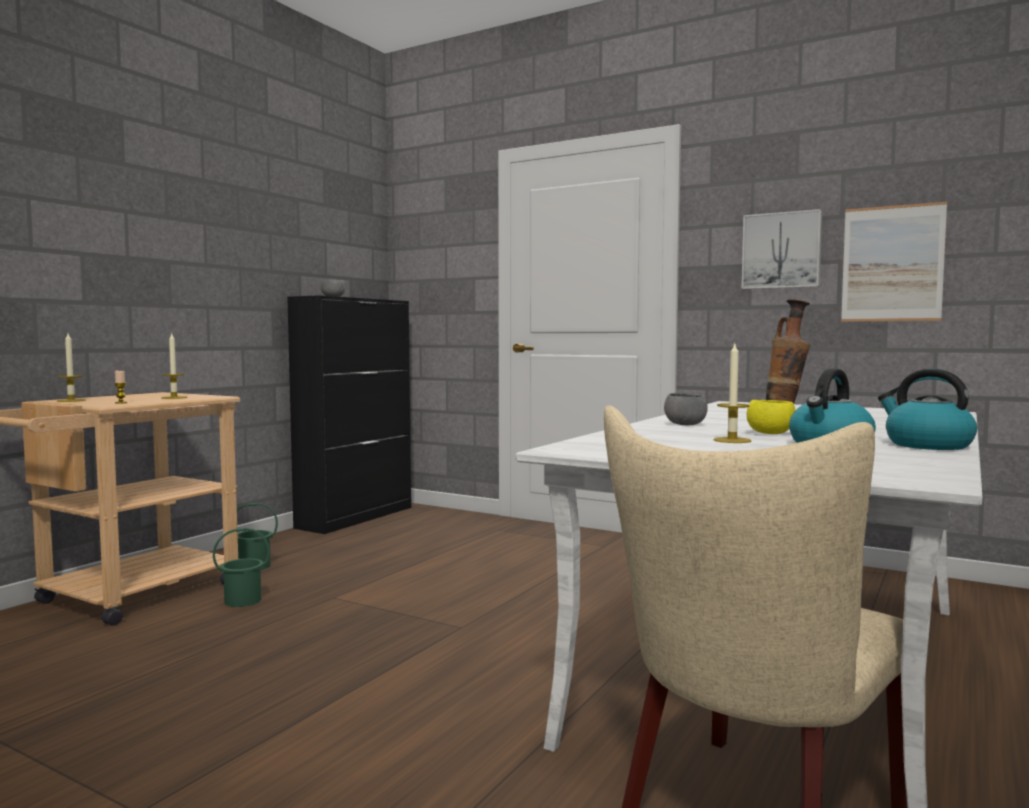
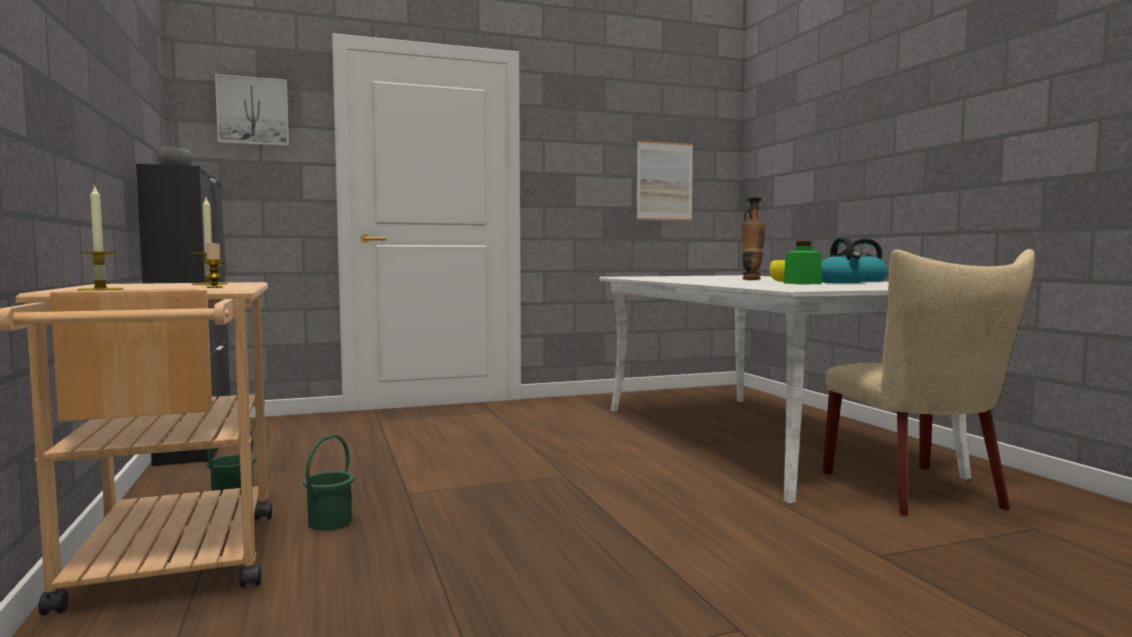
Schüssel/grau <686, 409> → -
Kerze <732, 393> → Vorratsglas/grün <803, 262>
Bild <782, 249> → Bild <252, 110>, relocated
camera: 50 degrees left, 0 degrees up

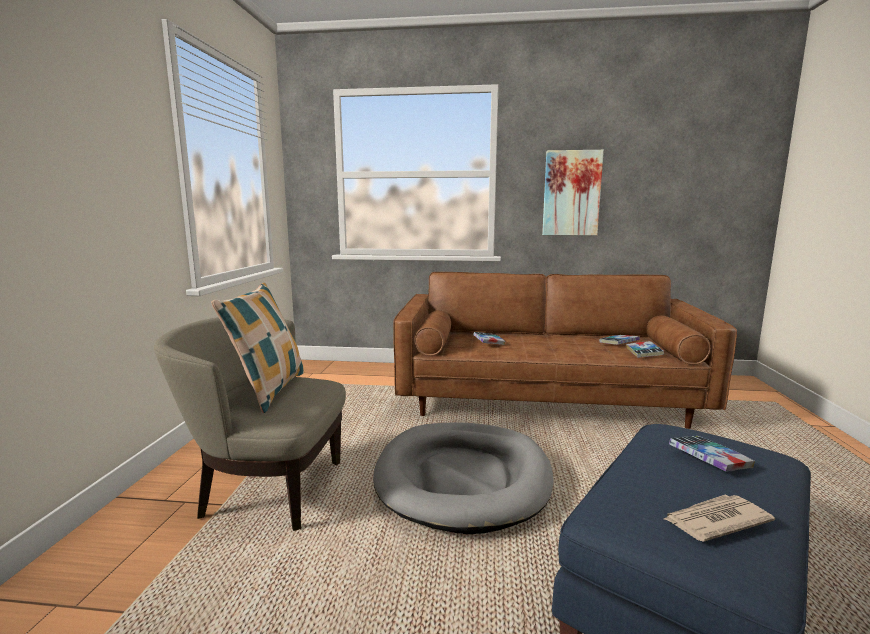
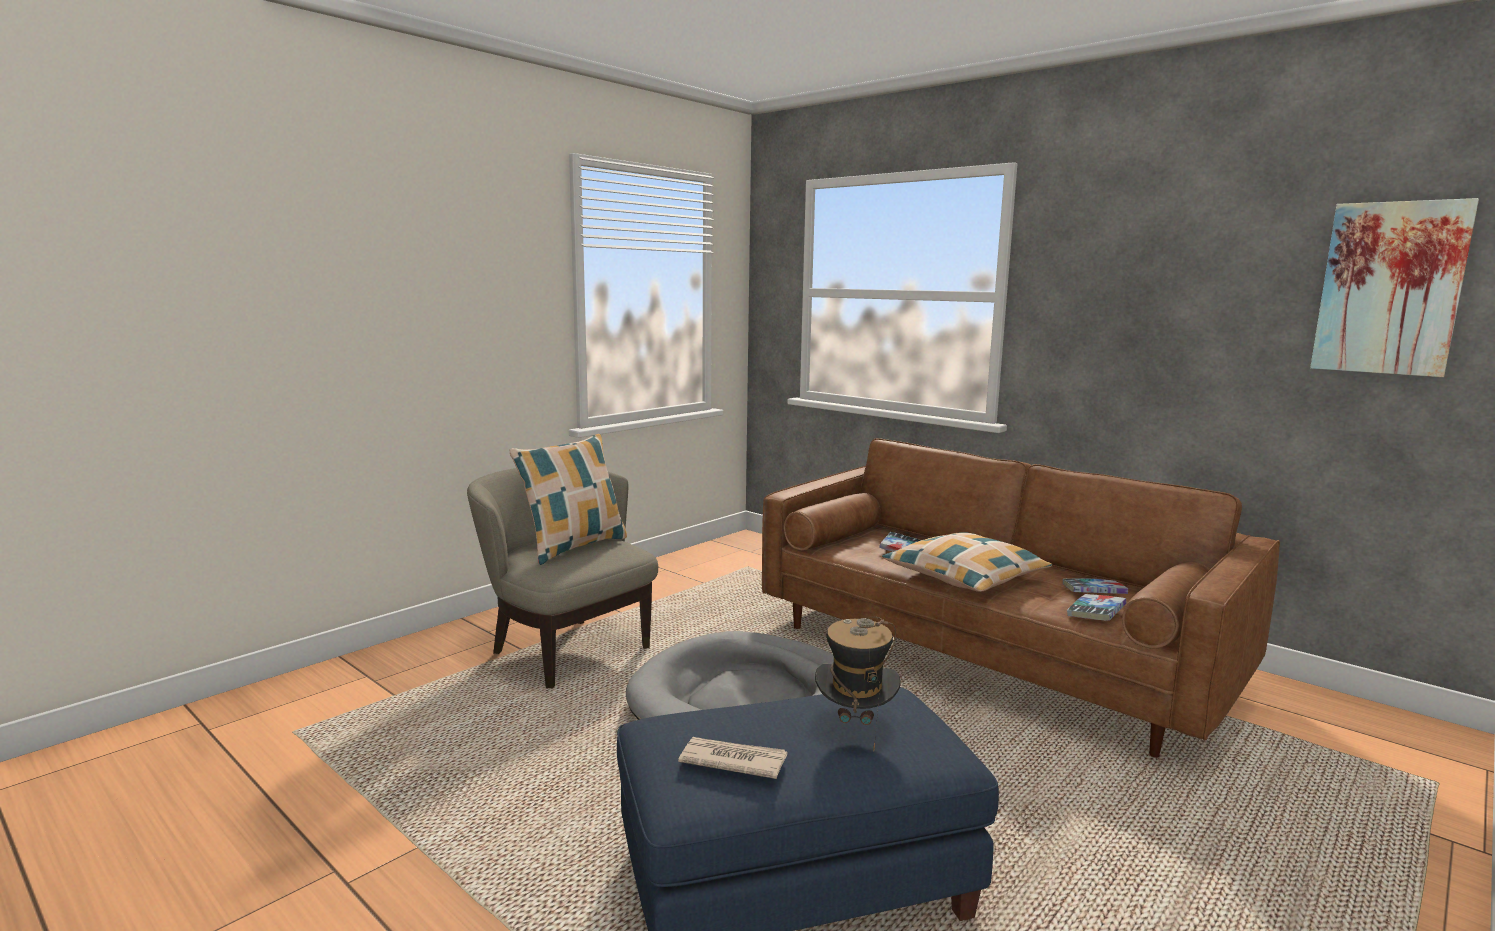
Bild <573, 192> → Bild <1394, 287>, relocated
Buch <712, 454> → Hut <857, 684>
- → Kissen <967, 562>
camera: 35 degrees right, 0 degrees up

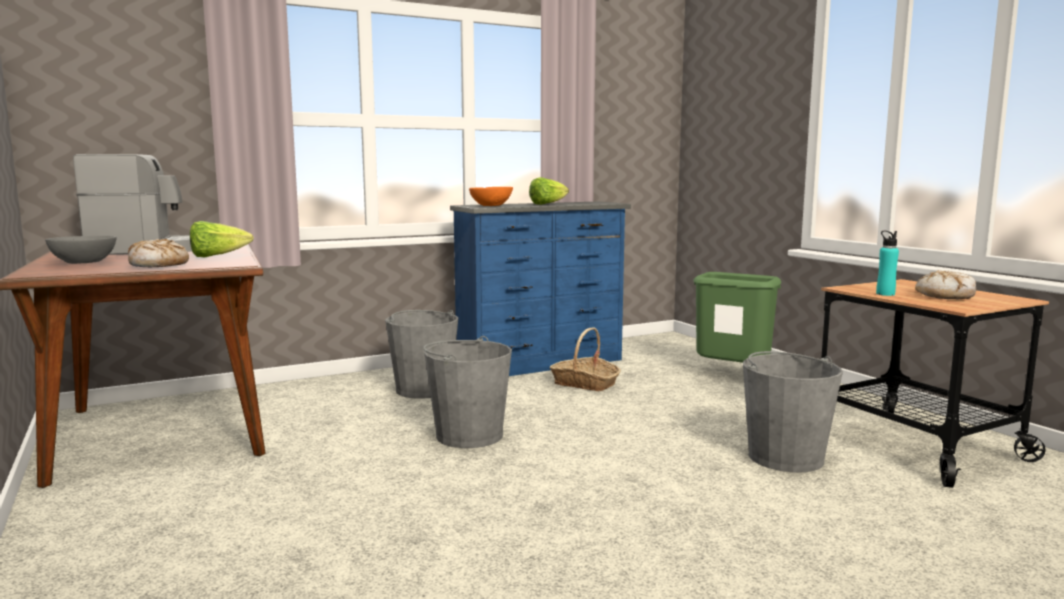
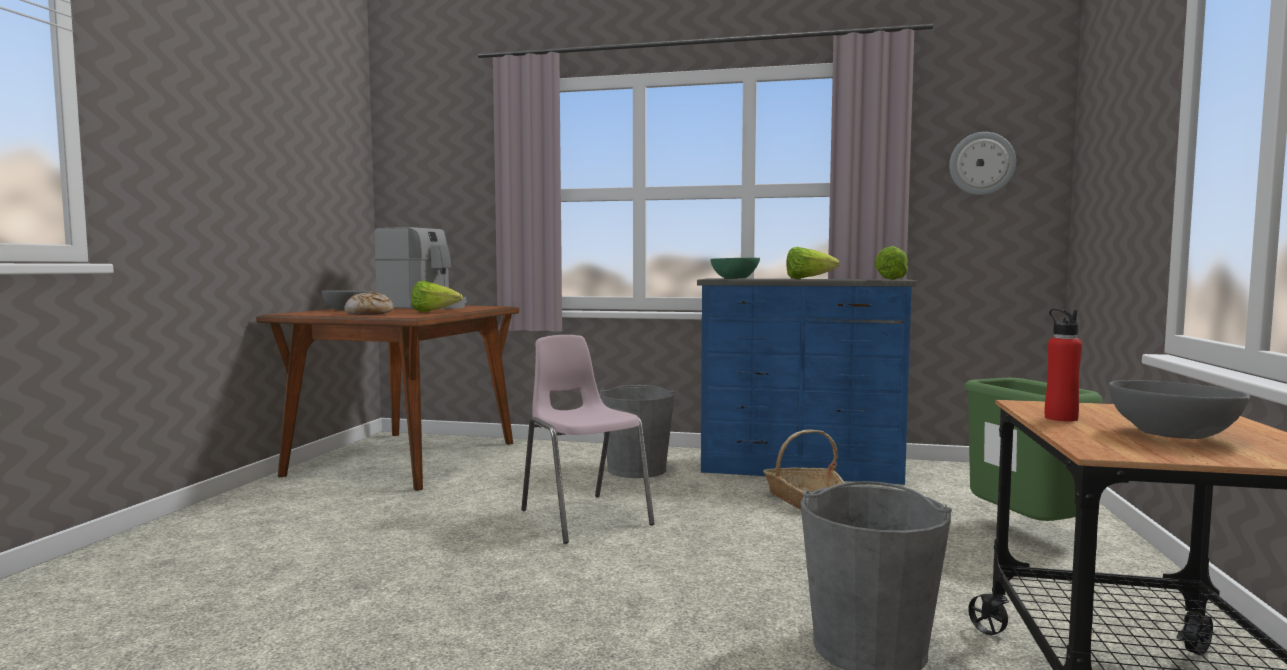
Eimer/grau <467, 392> → Stuhl/rosa <588, 439>
Schüssel/orange <491, 196> → Schüssel/grün <735, 268>
Flasche/türkis <887, 263> → Flasche/rot <1063, 365>
Brot <945, 284> → Schüssel/grau <1179, 409>
- → Salatkopf <891, 263>
- → Wanduhr <982, 163>
camera: 40 degrees right, 5 degrees down

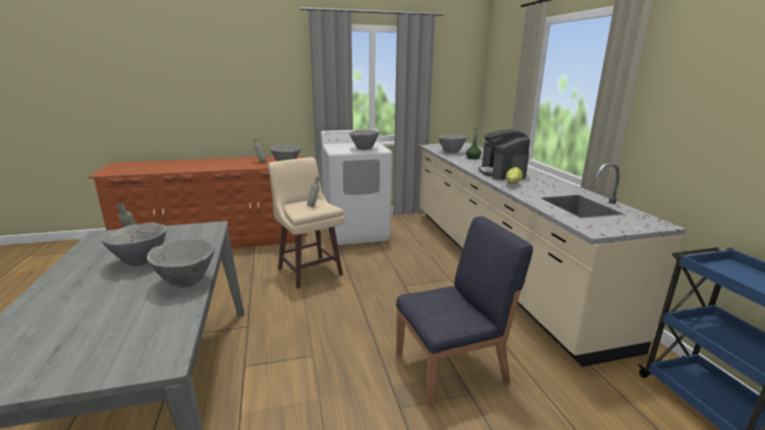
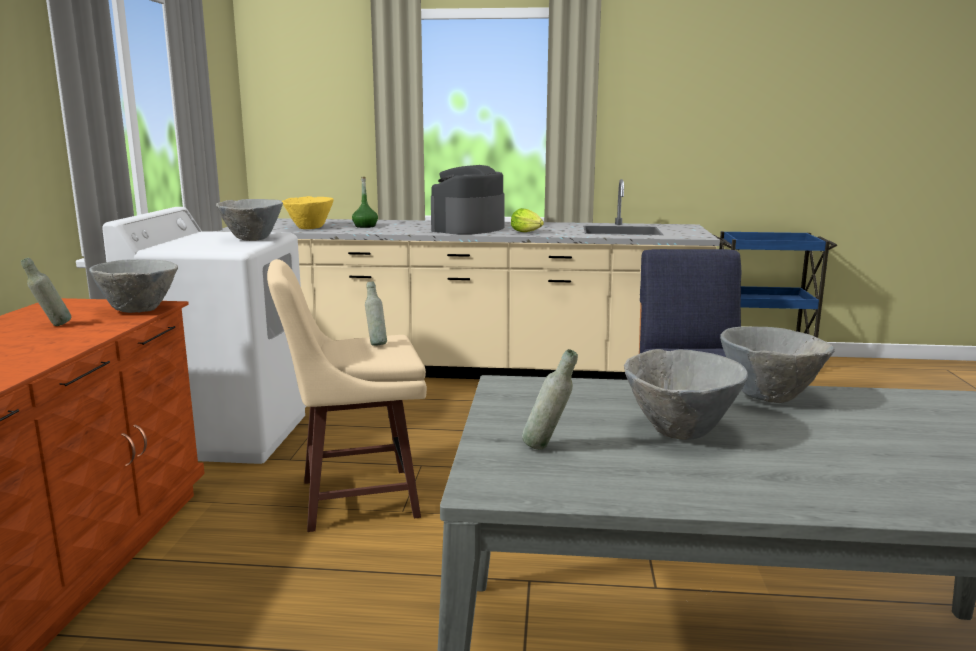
Schüssel/grau <452, 143> → Schüssel/gelb <308, 212>
Kaffeemaschine <504, 154> → Kaffeemaschine <468, 200>, 105 degrees clockwise
camera: 70 degrees left, 5 degrees down

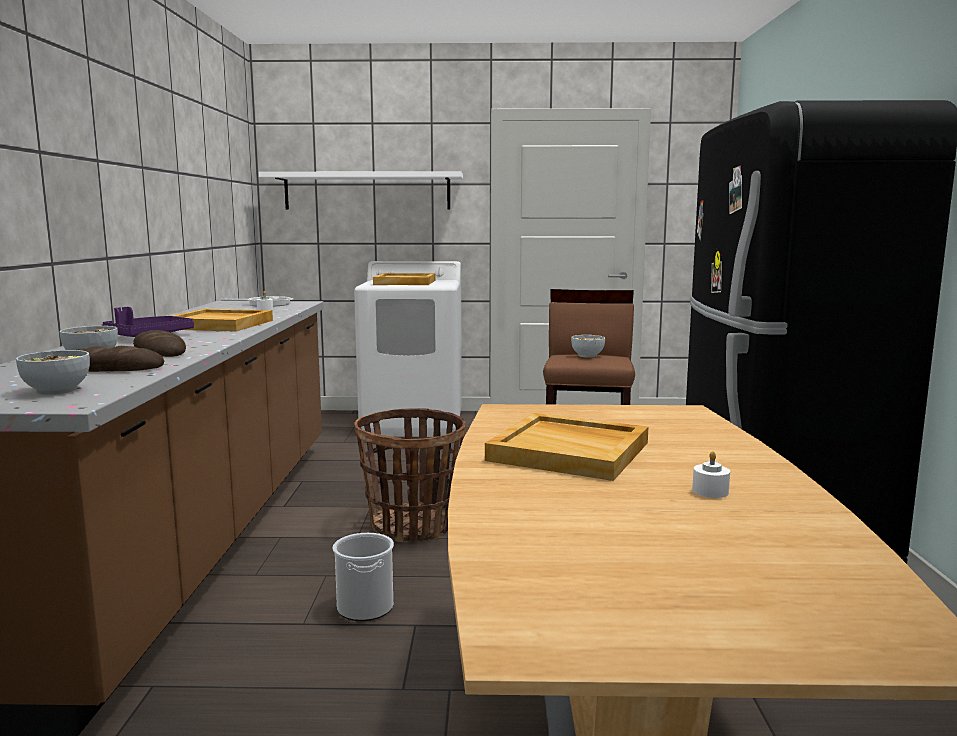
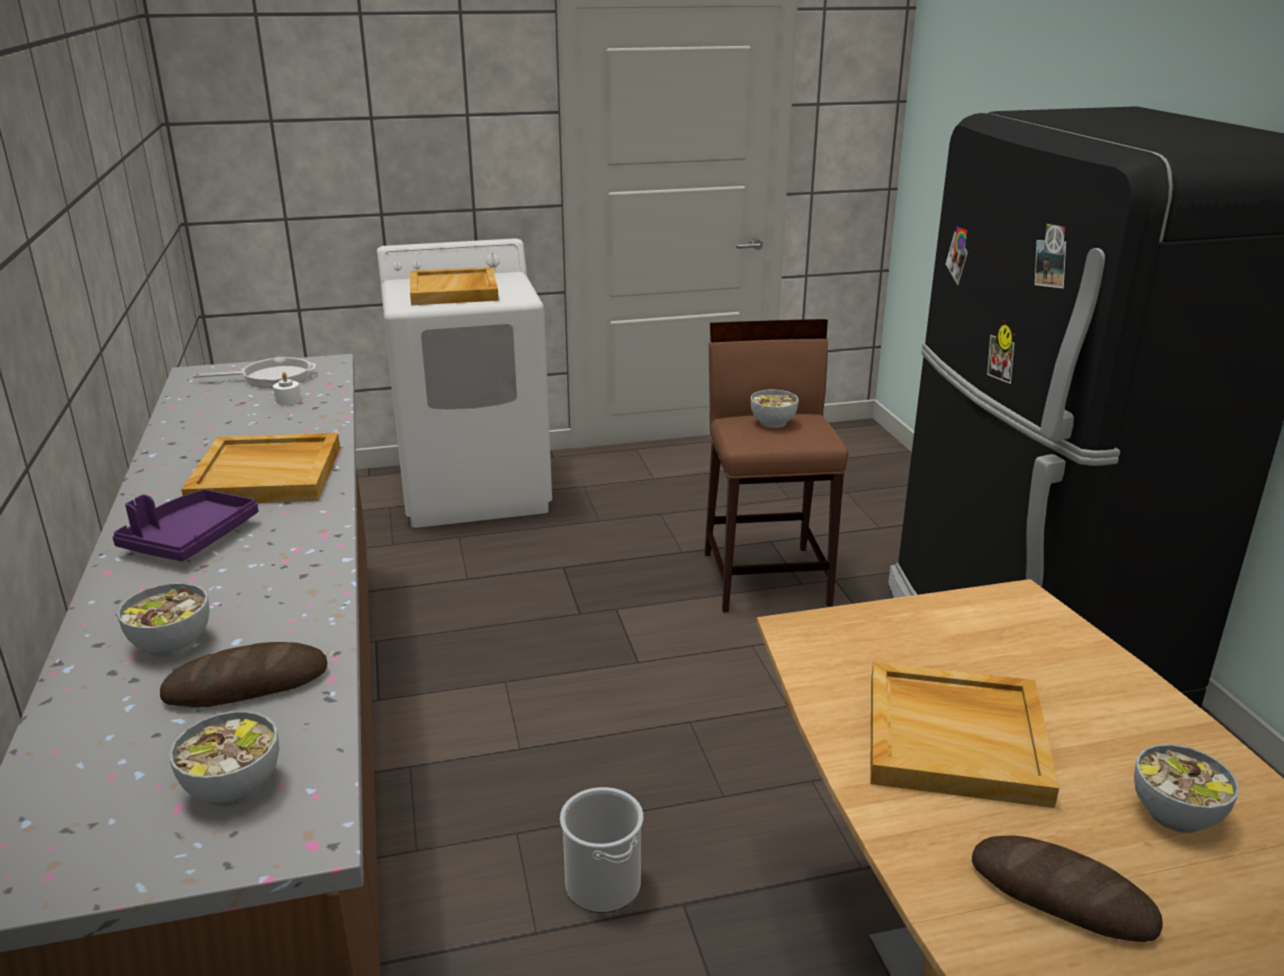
Brot <159, 343> → Brot <1067, 889>, relocated
Wandregal/weiß <361, 190> → -
Korb <410, 475> → -
Kerze/weiß <711, 474> → Schüssel <1186, 788>
camera: 15 degrees left, 15 degrees up

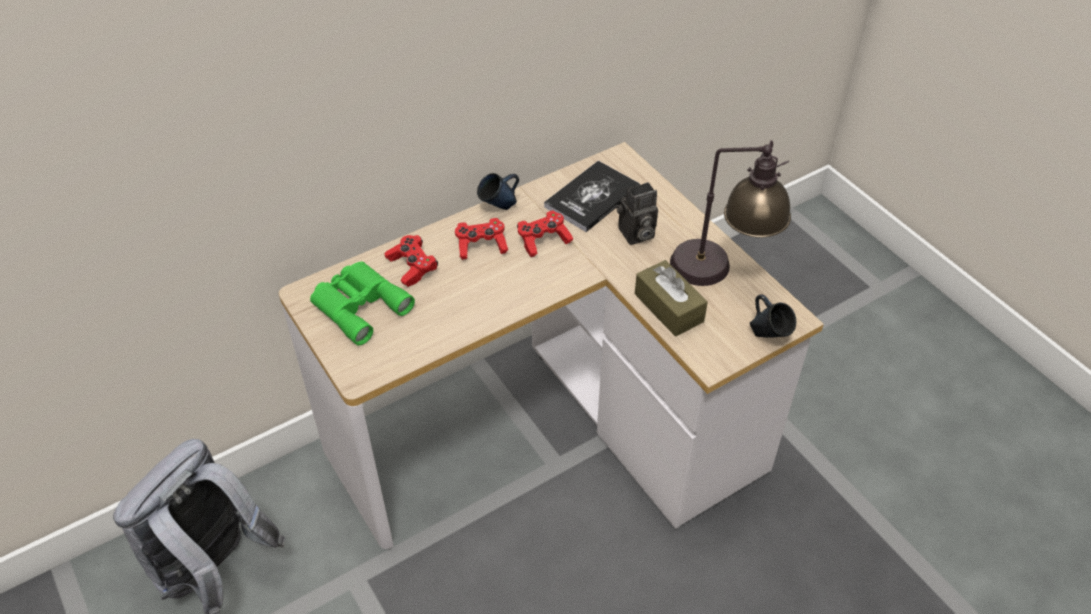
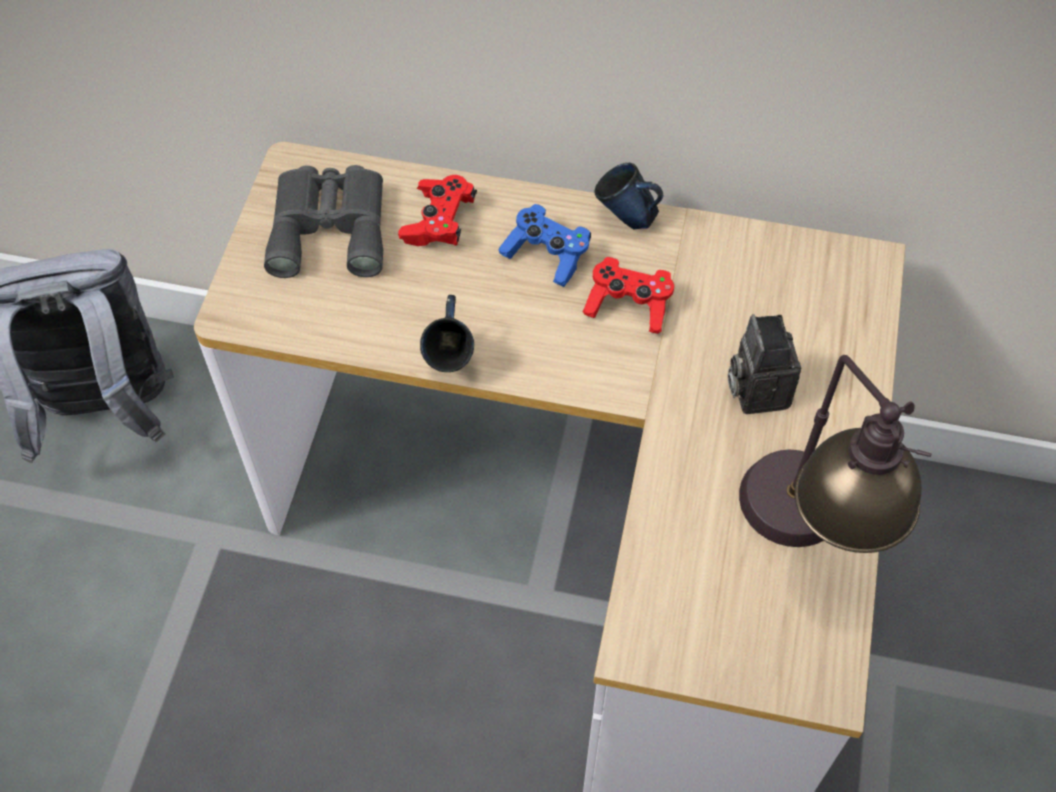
Fernglas/grün <362, 304> → Fernglas/grau <323, 221>
Gamepad/rot <481, 239> → Gamepad/blau <545, 245>
Buch <592, 196> → -
Kamera <637, 213> → Kamera <764, 364>, 60 degrees clockwise
Taschentuchbox/braun <671, 298> → -
Henkelbecher/blau <773, 316> → Henkelbecher/blau <447, 333>, relocated
camera: 45 degrees right, 10 degrees up

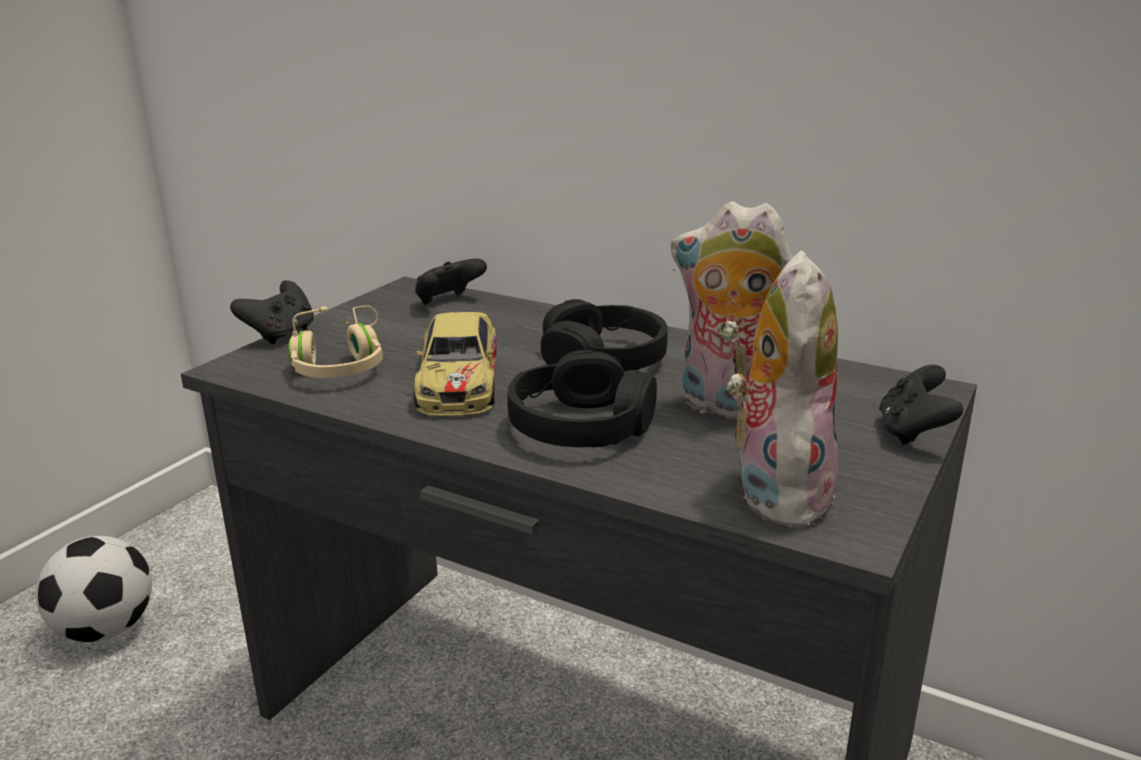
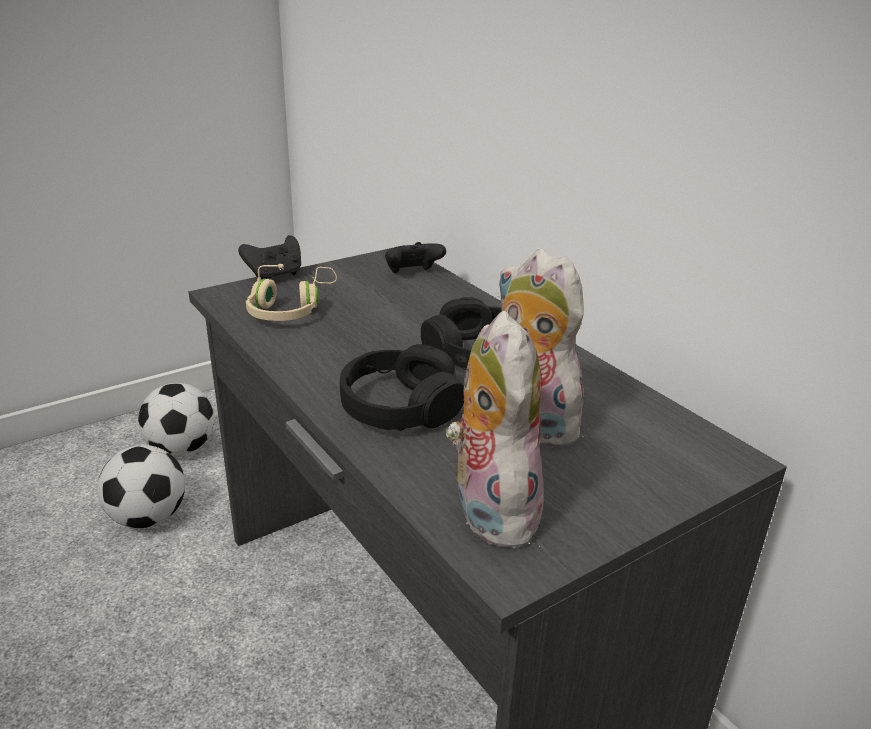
Spielzeugauto <455, 364> → -
Plüschtier <782, 390> → Plüschtier <494, 430>, 45 degrees counterclockwise
Gamepad/schwarz <921, 404> → -
- → Fußball <141, 486>
camera: 25 degrees right, 5 degrees up

